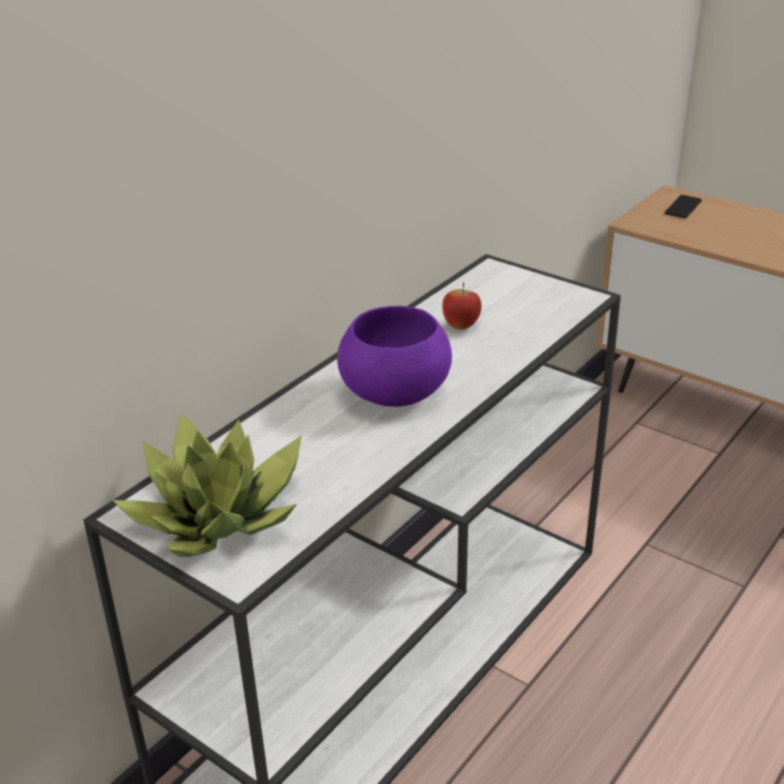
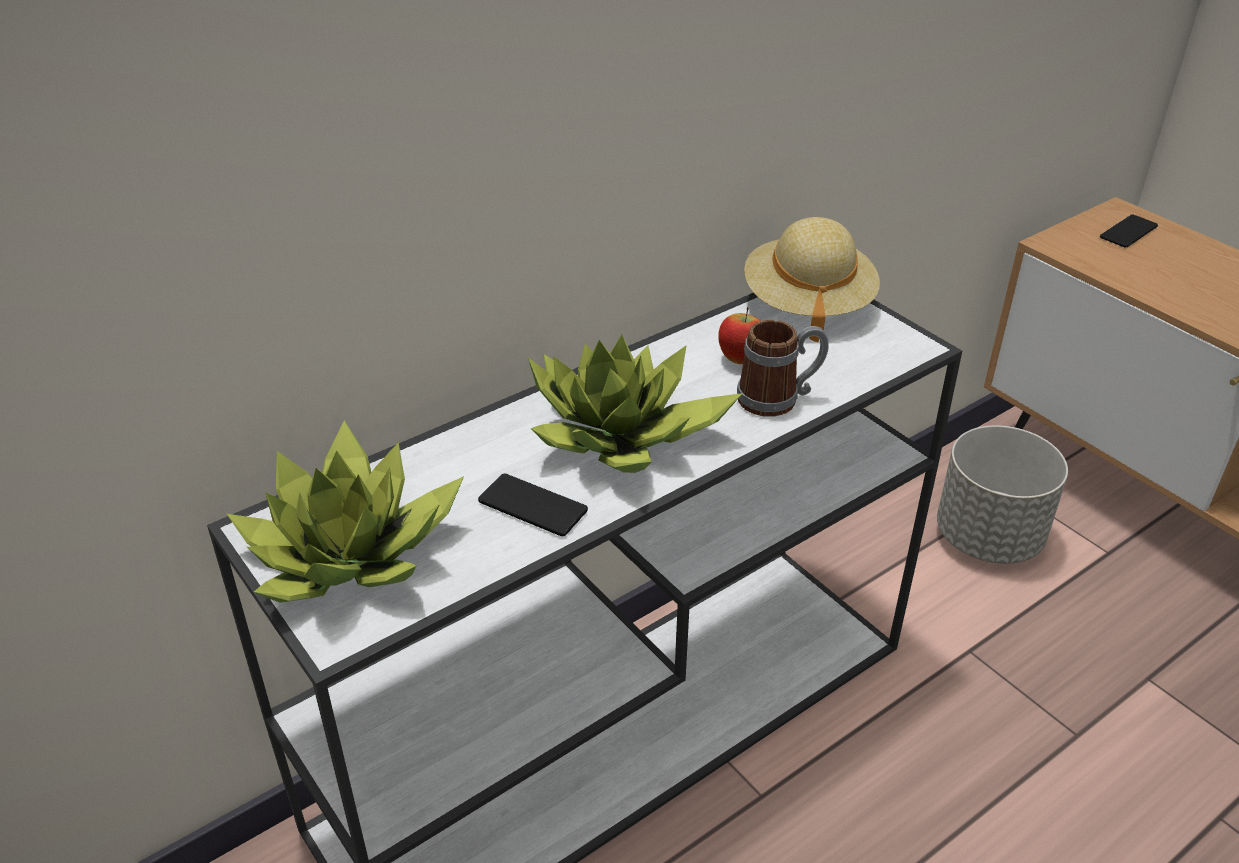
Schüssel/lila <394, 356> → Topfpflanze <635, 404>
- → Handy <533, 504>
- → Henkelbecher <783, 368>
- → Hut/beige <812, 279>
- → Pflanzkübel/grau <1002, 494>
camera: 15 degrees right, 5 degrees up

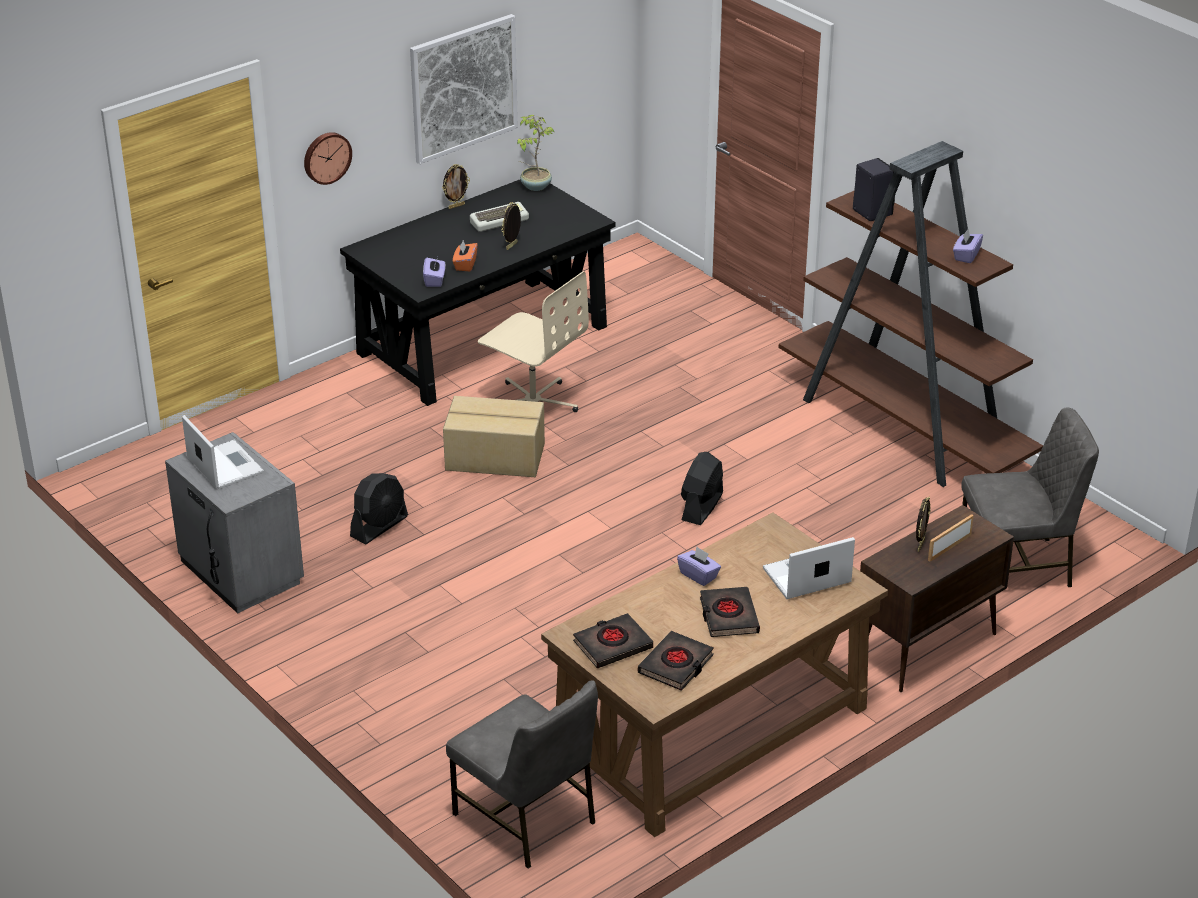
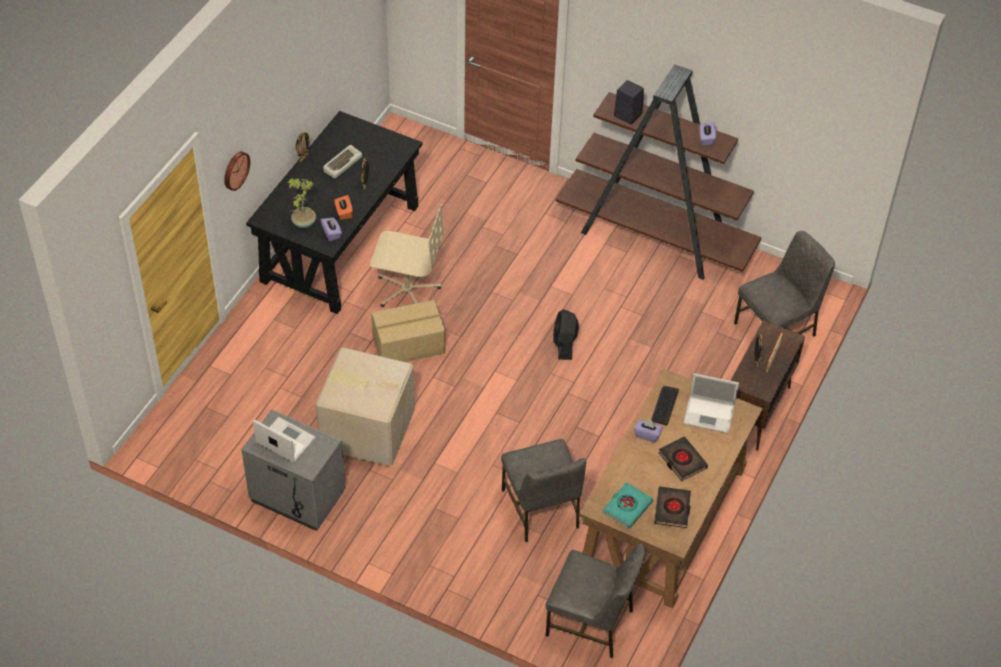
Ventilator/schwarz <379, 508> → Karton <365, 406>
Bild <464, 89> → -
Topfpflanze <536, 153> → Topfpflanze <302, 203>, relocated
Buch/schwarz <613, 640> → Buch/türkis <627, 505>
Laptop <809, 568> → Laptop <711, 403>, 120 degrees counterclockwise
- → Stuhl/grau <543, 490>
- → Tastatur <665, 406>
camera: 25 degrees left, 15 degrees up

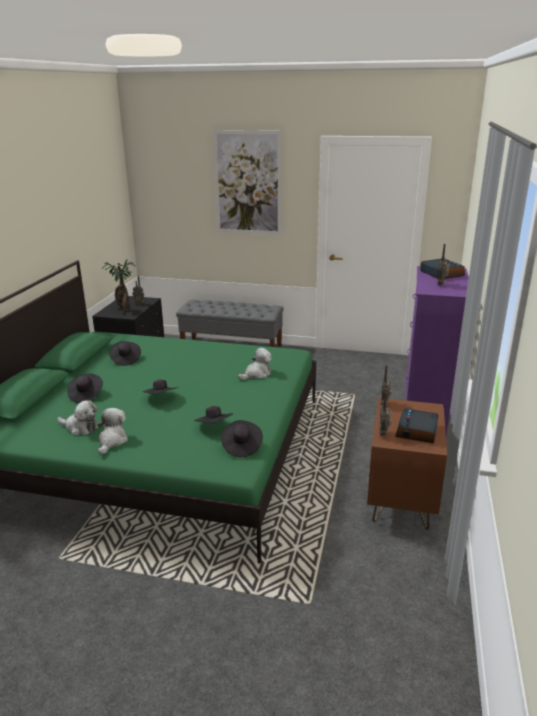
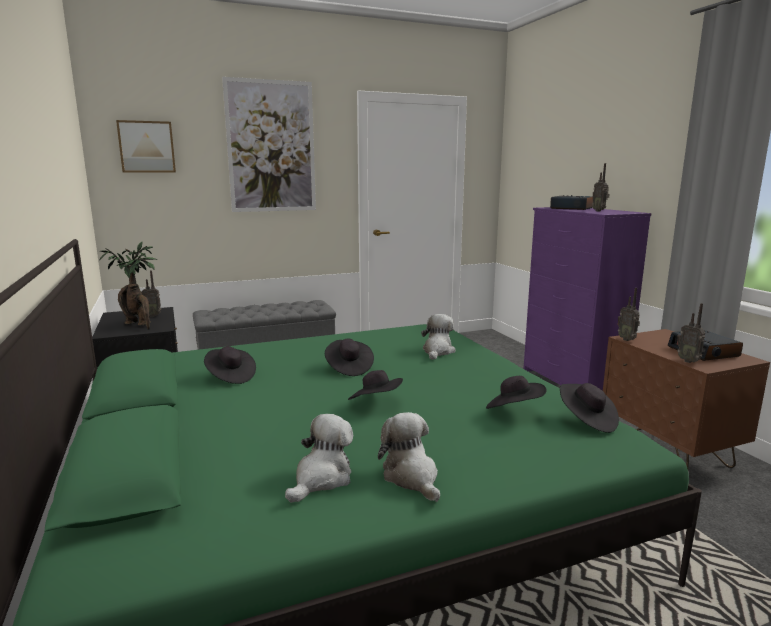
Plüschtier <77, 418> → Plüschtier <319, 458>, 45 degrees counterclockwise
Hut/schwarz <85, 388> → Hut/schwarz <349, 357>, relocated
- → Bild <146, 146>
camera: 35 degrees left, 10 degrees down

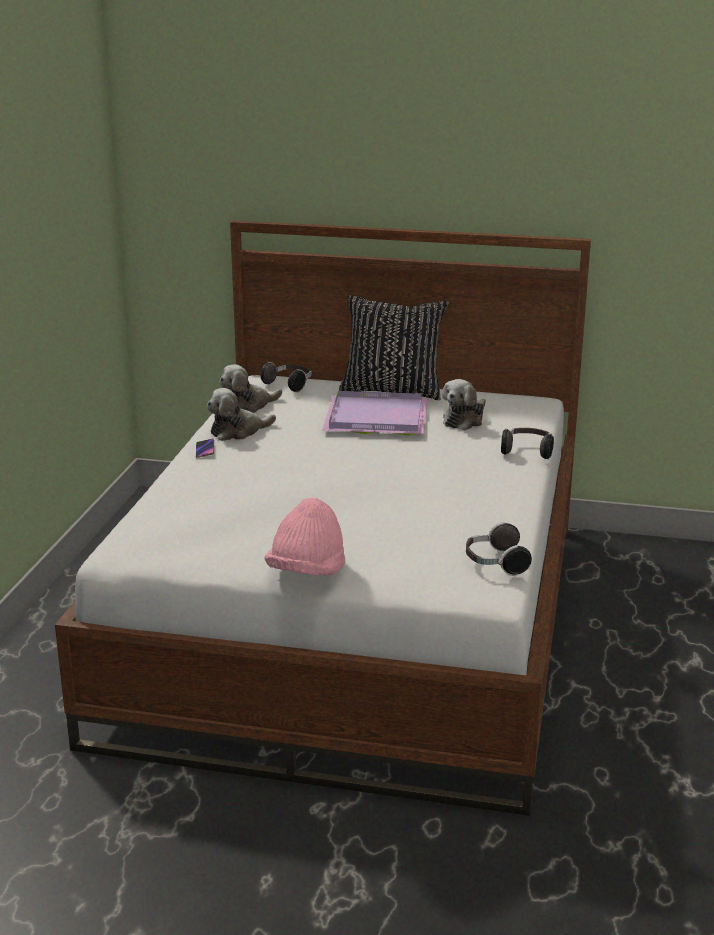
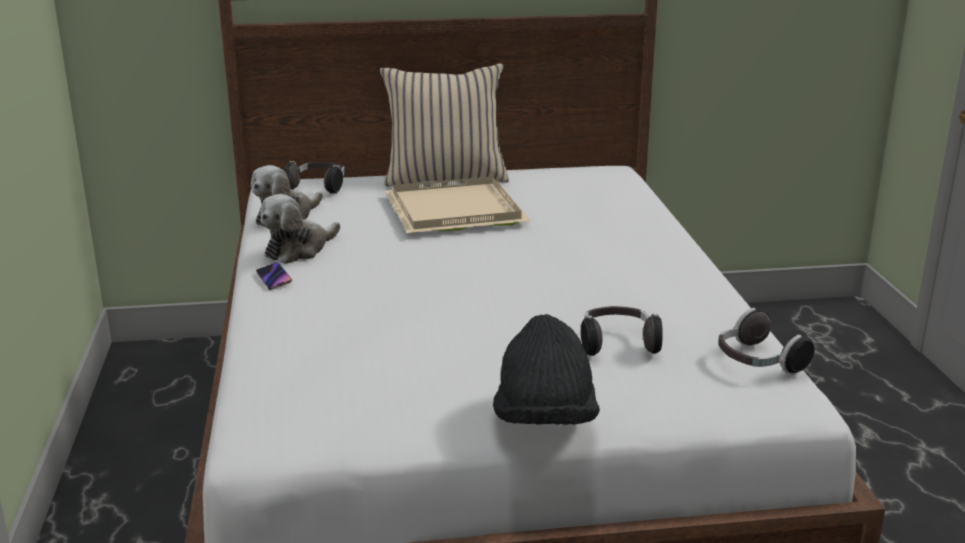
Hut/rosa <304, 537> → Hut/schwarz <546, 369>
Tablett/lila <375, 413> → Tablett/beige <458, 204>
Kissen/schwarz <394, 347> → Kissen/beige <444, 124>
Plüschtier <464, 404> → -
Kopfhörer <527, 443> → Kopfhörer <622, 331>, relocated
camera: 20 degrees left, 0 degrees up

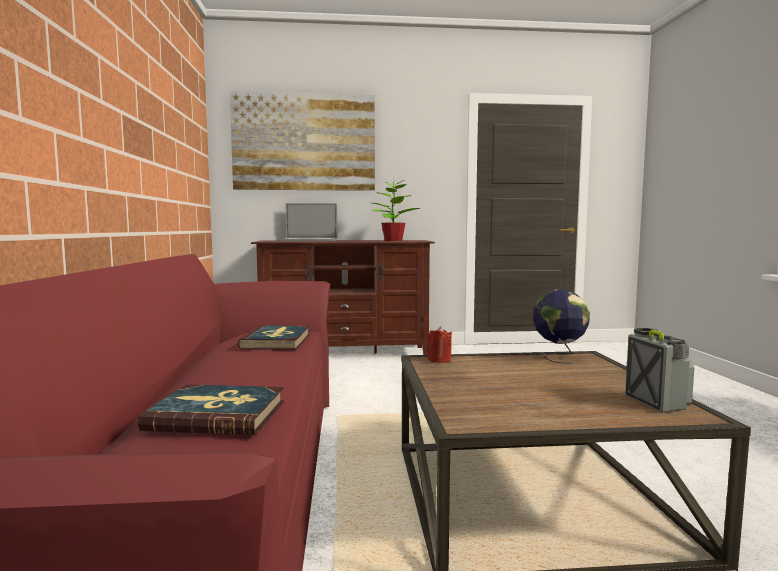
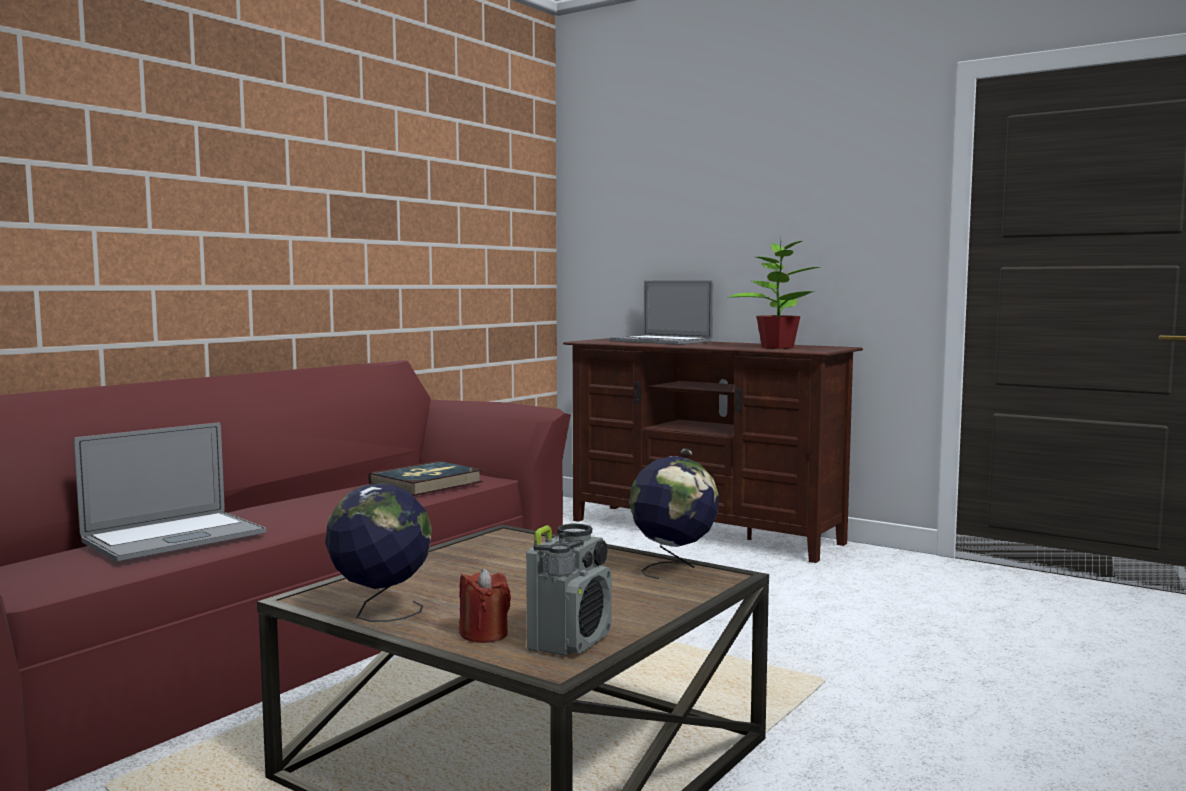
Buch <211, 409> → Laptop <170, 492>
Bild <302, 141> → -
Kerze/rot <440, 344> → Kerze/rot <485, 605>, relocated
- → Globus <378, 552>
camera: 40 degrees right, 0 degrees up

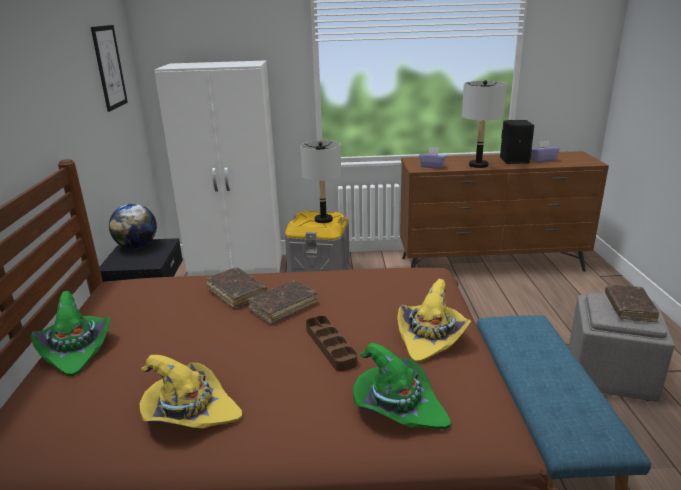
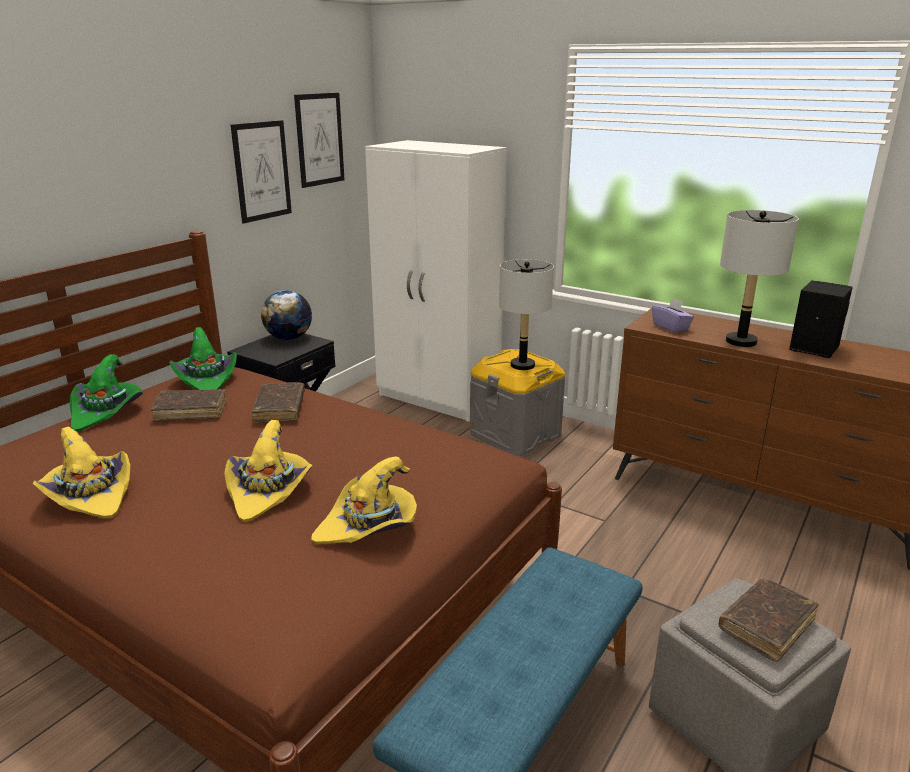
Buch/braun <282, 302> → Buch/braun <188, 405>, relocated
Tablett/braun <331, 343> → Hut/gelb <268, 471>
Hut/grün <401, 386> → Hut/grün <203, 358>, relocated
Taschentuchbox/lila <545, 151> → -
- → Bild <261, 172>
camera: 35 degrees right, 0 degrees up

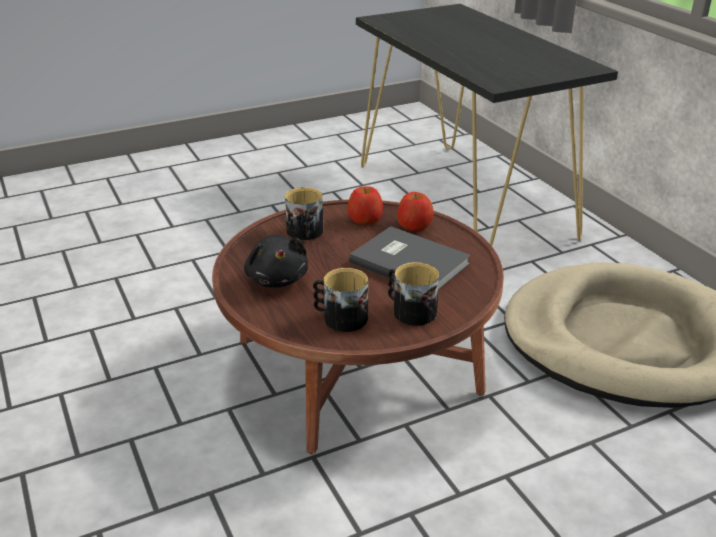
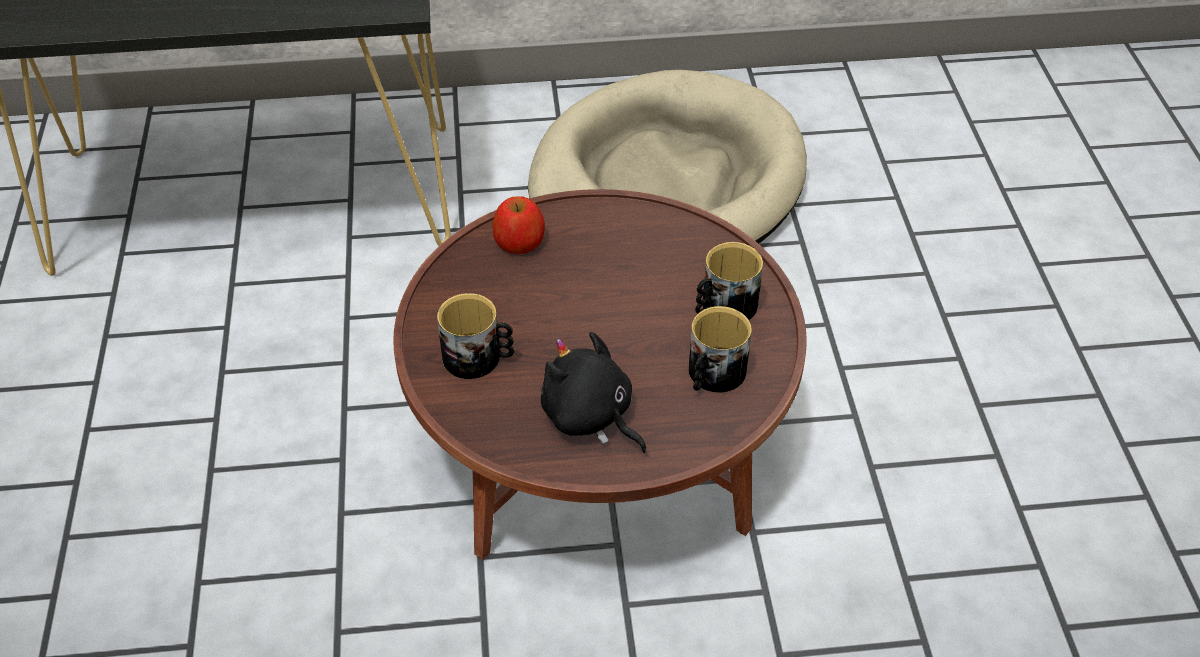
Plüschtier/schwarz <276, 261> → Plüschtier/schwarz <594, 392>, 135 degrees counterclockwise
Apfel <365, 205> → -
Buch/grau <410, 258> → -
camera: 70 degrees left, 15 degrees up

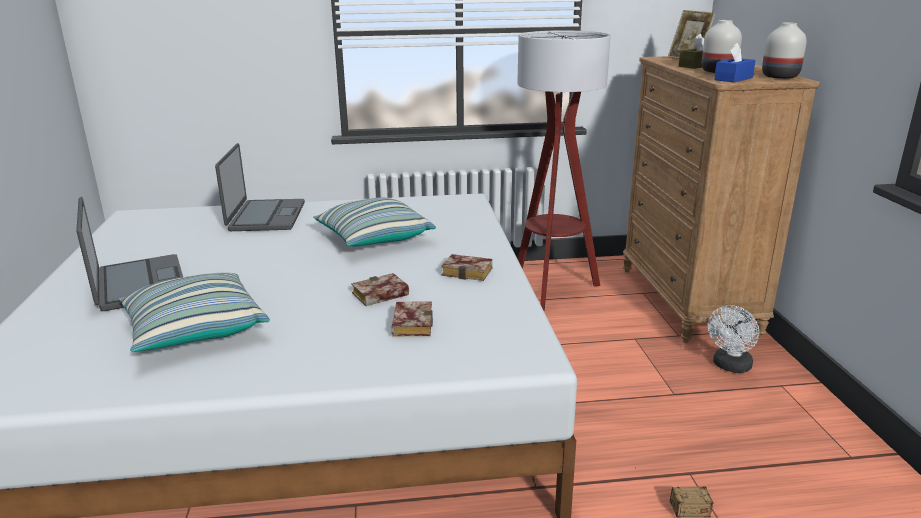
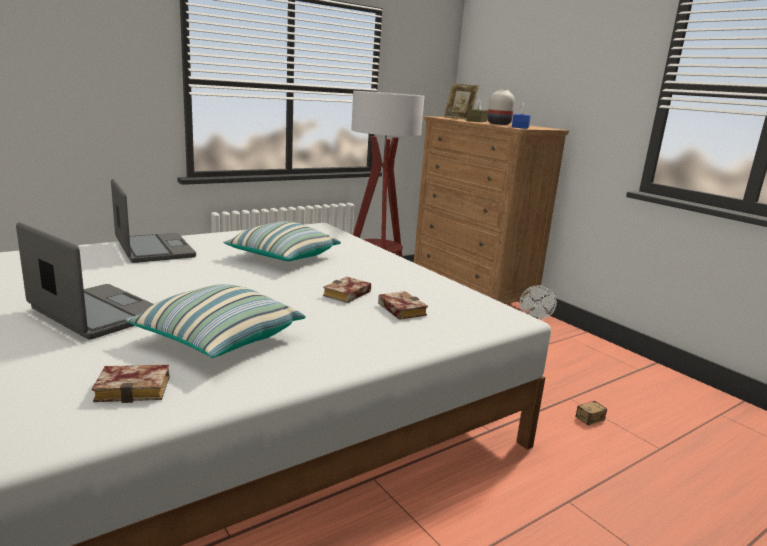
Buch <466, 267> → Buch <131, 384>, relocated
Vase/weiß <784, 50> → -
camera: 30 degrees left, 5 degrees down

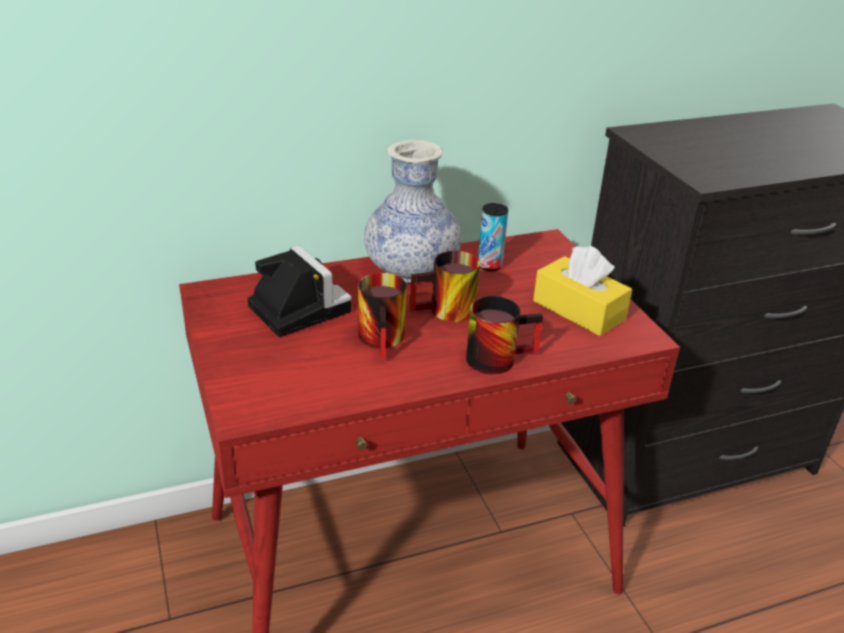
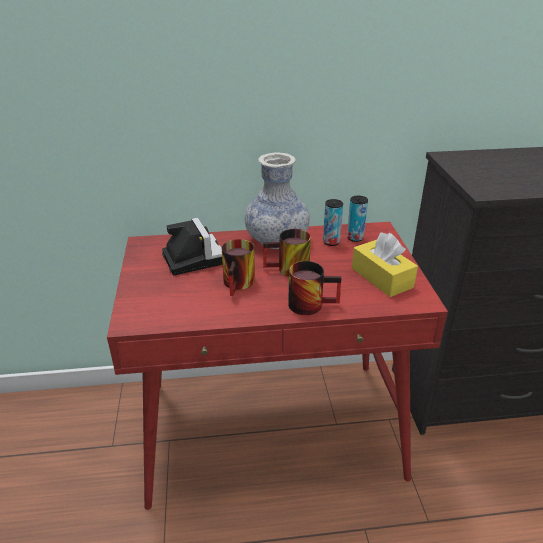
- → Dose <357, 219>
camera: 15 degrees right, 0 degrees up

